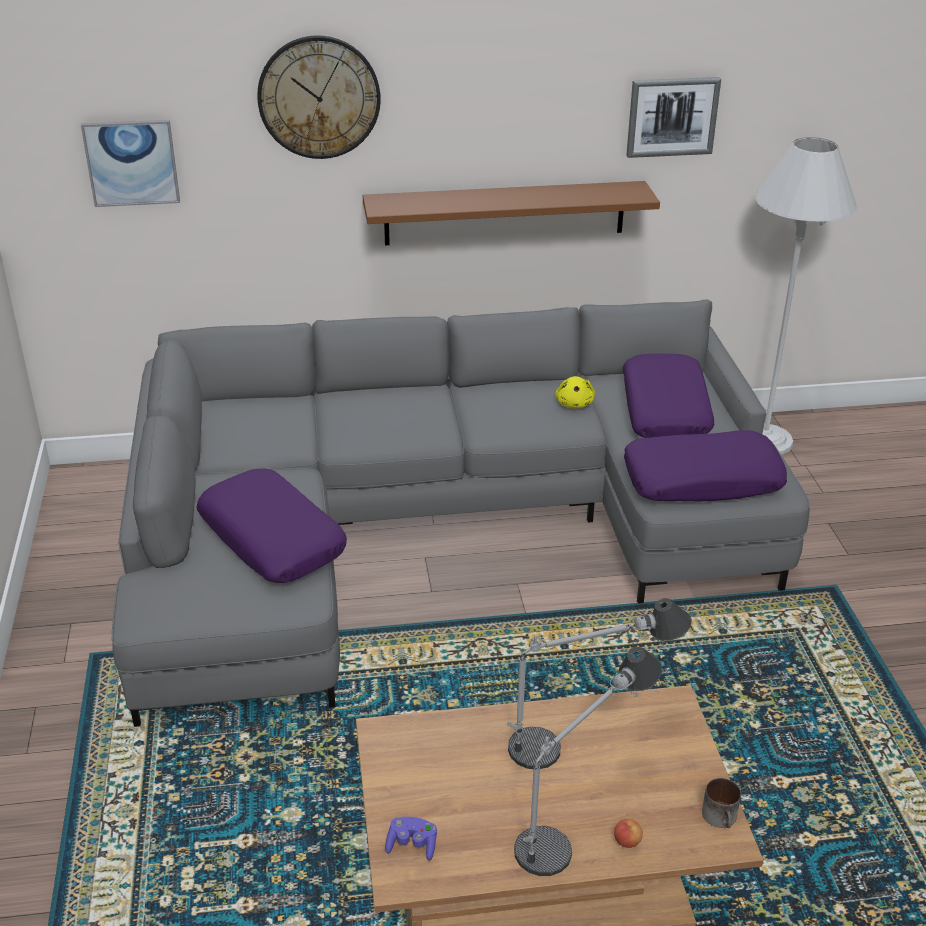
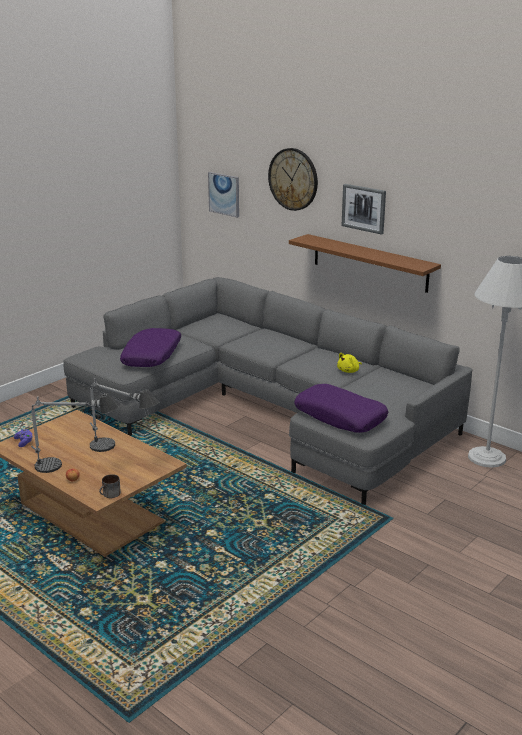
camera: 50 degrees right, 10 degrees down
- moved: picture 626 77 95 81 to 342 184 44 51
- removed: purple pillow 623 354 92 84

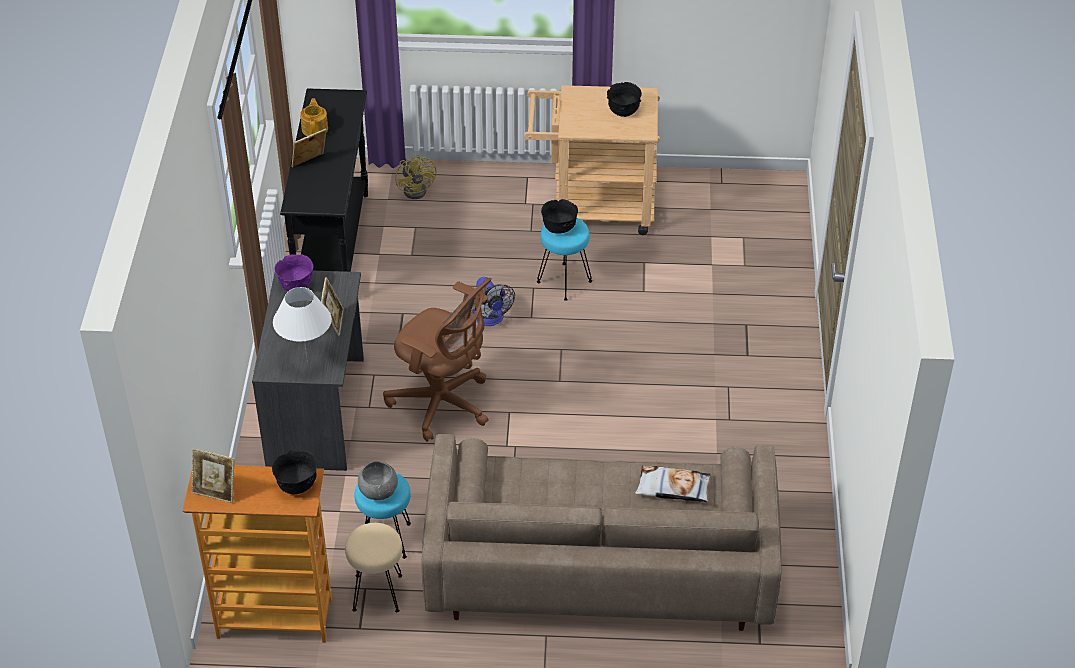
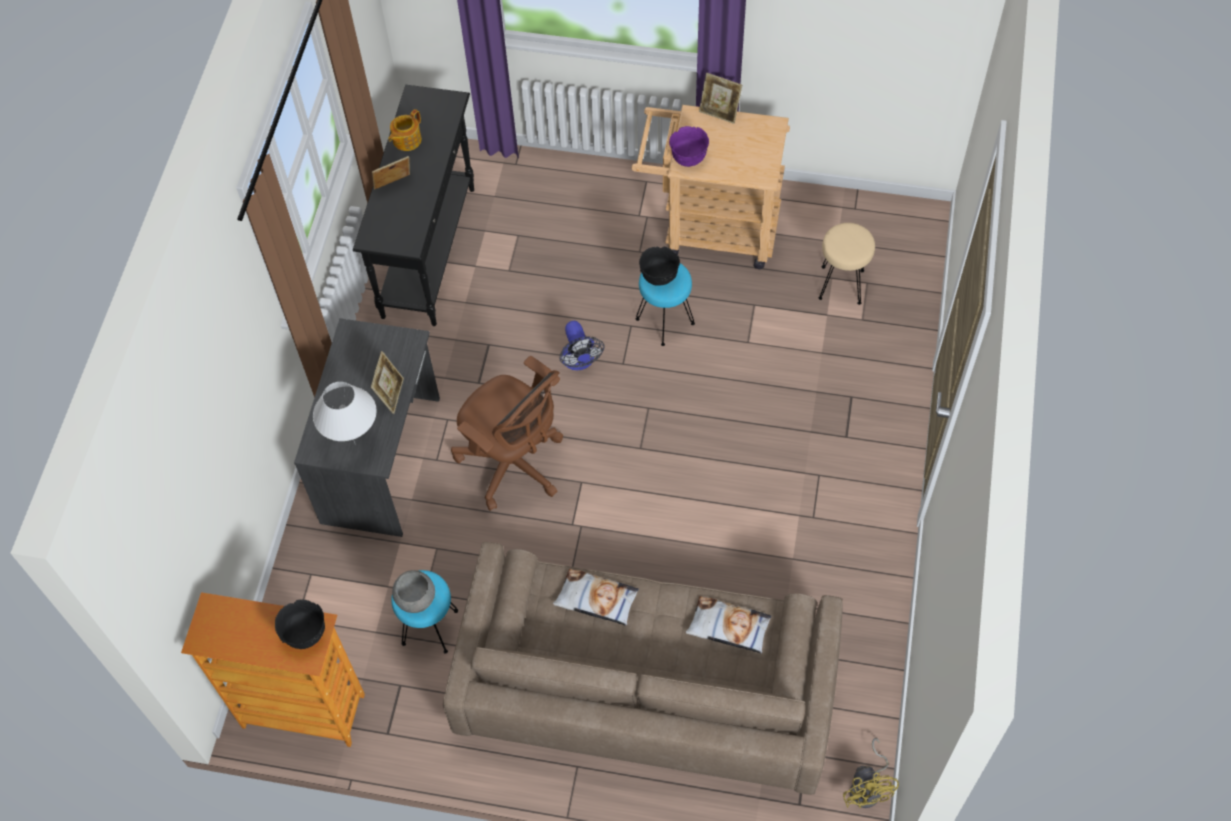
camera: 10 degrees right, 15 degrees up
- removed: black bowl 607 82 35 35
- turned: teapot 300 98 28 38 = 388 109 34 42 150 degrees counterclockwise
- moved: yellow fan 395 154 41 45 to 843 738 56 70
- moved: purple bowl 274 254 39 37 to 669 126 40 41
- moved: picture frame 192 448 42 55 to 699 73 43 51
- moved: beige stool 345 523 57 89 to 818 223 57 82
- added: pillow 553 569 86 57

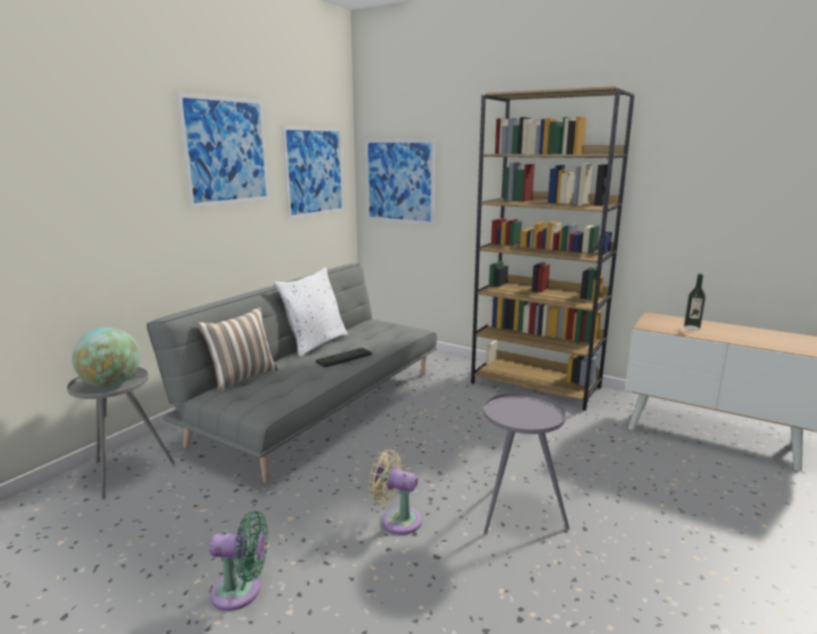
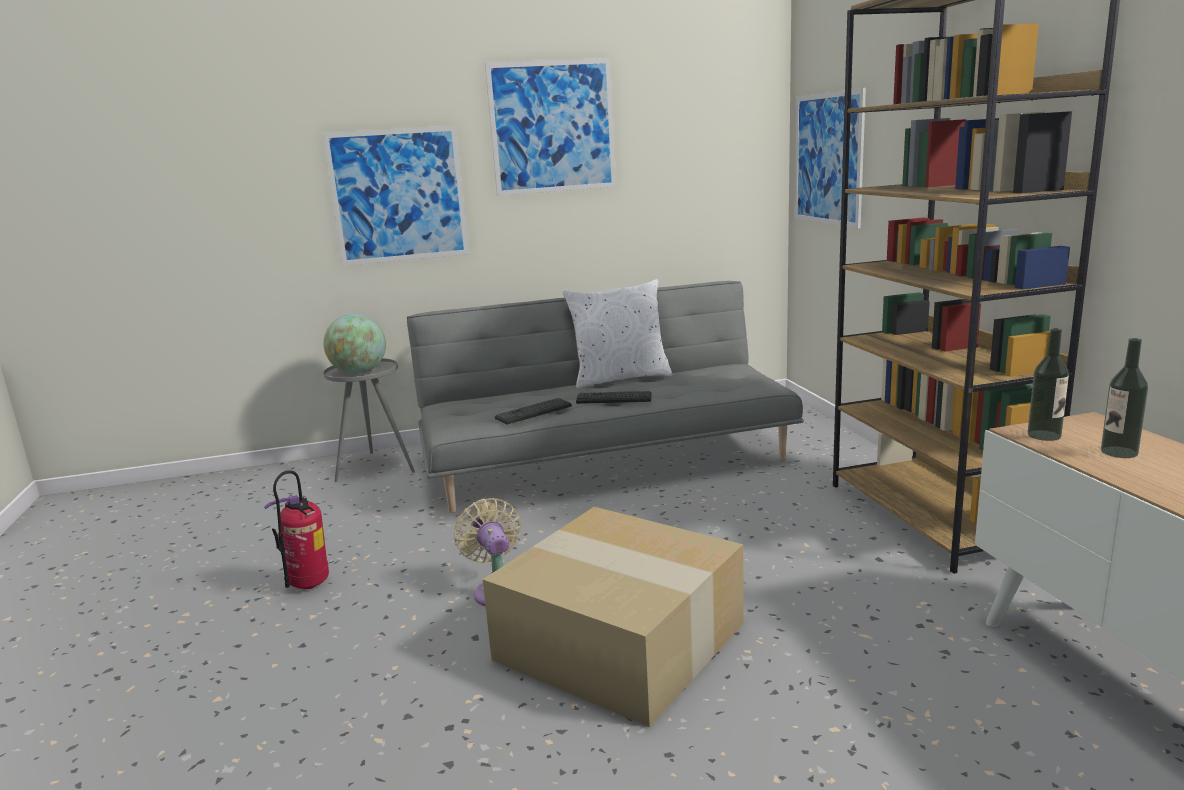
camera: 45 degrees right, 0 degrees up
- moved: picture 282 126 62 93 to 323 125 146 141
- removed: pillow 197 307 81 85
- replaced: grey side table 483 392 87 143 to cardboard box 483 507 261 220
- replaced: green fan 209 511 59 100 to fire extinguisher 264 470 65 119
- added: bottle 1027 328 42 113
- added: keyboard 495 398 77 26

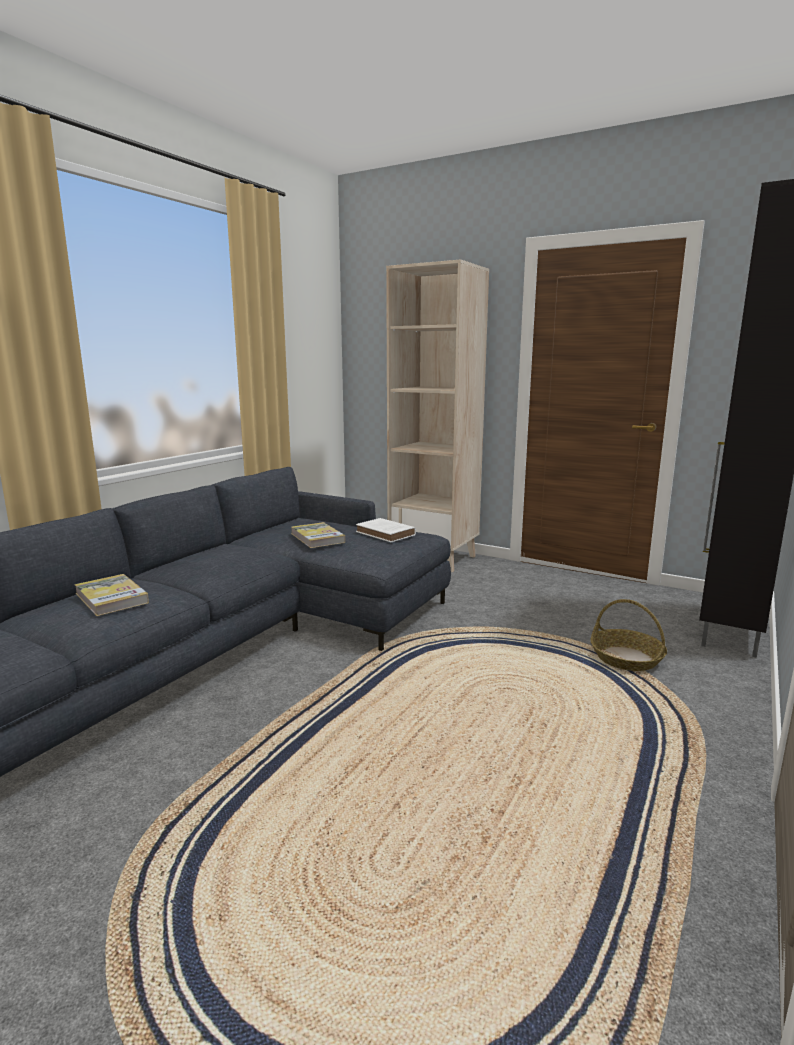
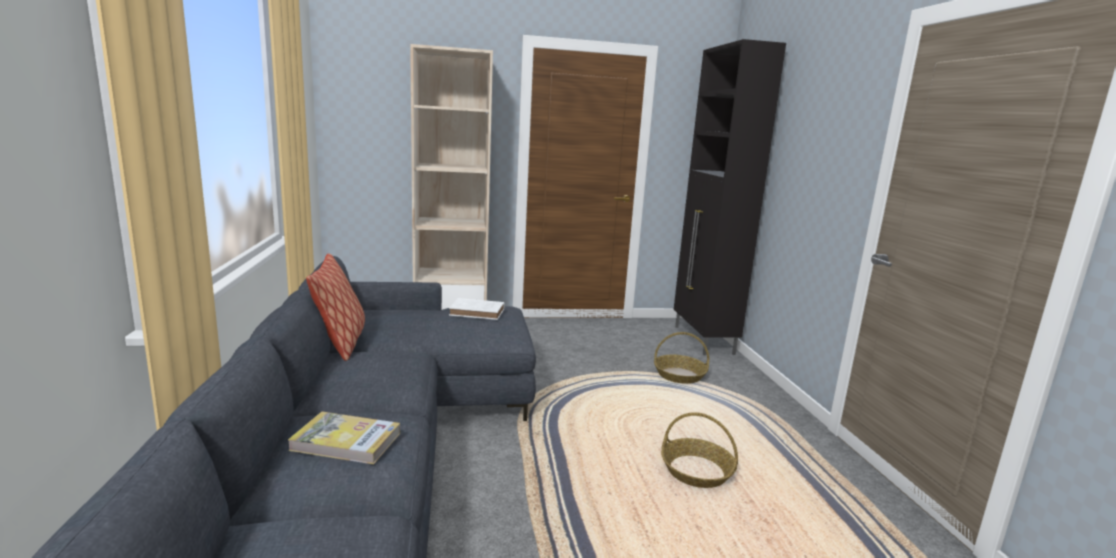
camera: 40 degrees left, 0 degrees up
- removed: book 291 522 54 26
- added: pillow 306 253 59 108
- added: basket 661 412 77 76

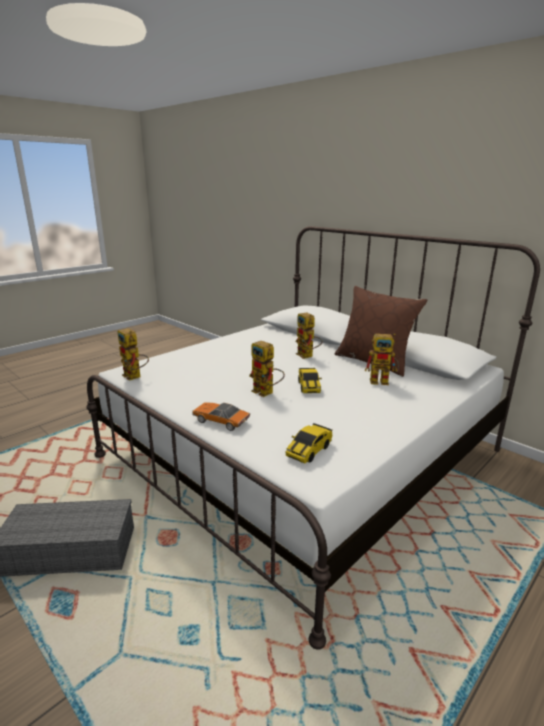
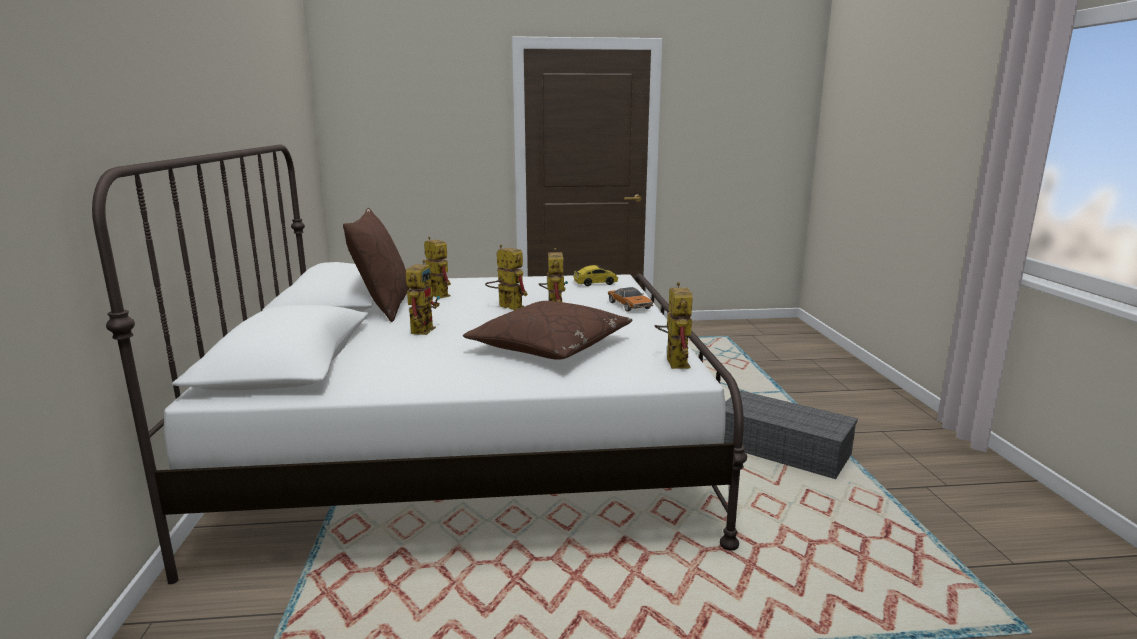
camera: 140 degrees left, 5 degrees down
- replaced: toy car 298 368 24 25 to toy robot 485 245 43 65
- added: brown pillow 463 301 170 59

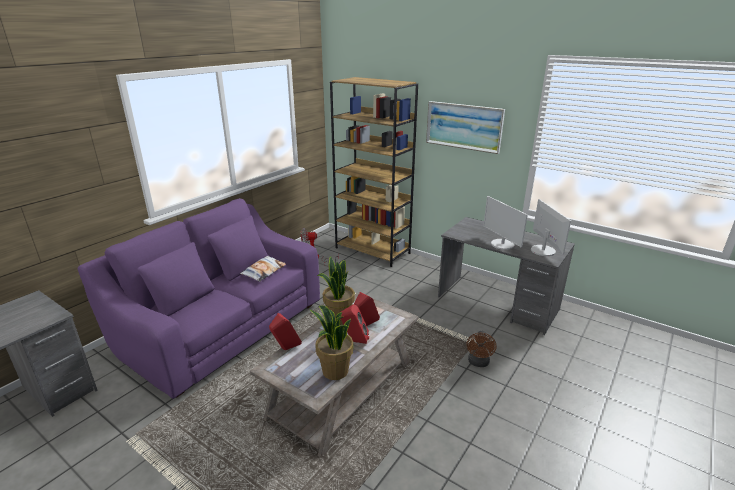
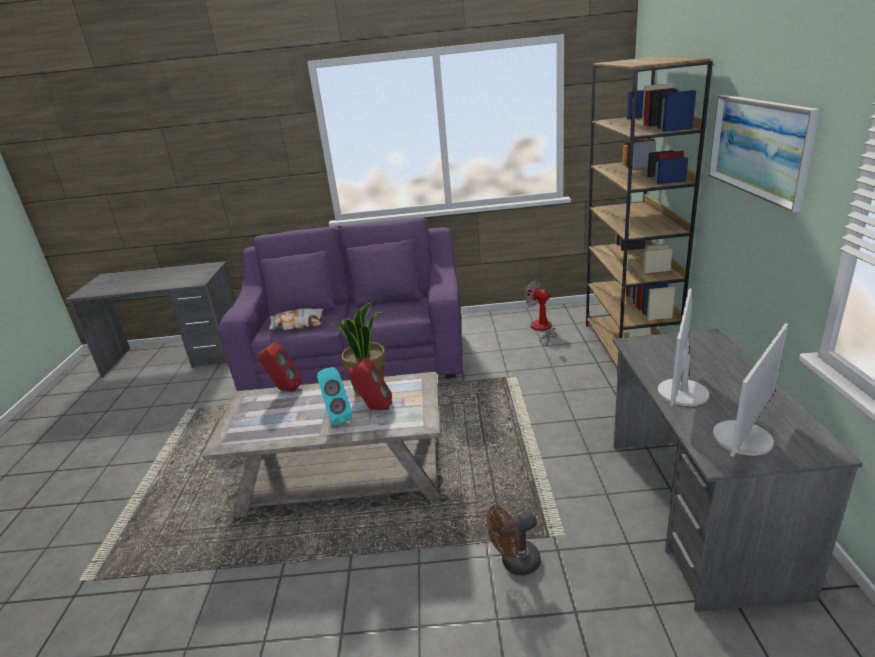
camera: 55 degrees right, 0 degrees up
- moved: pillow 240 256 46 26 to 268 308 56 24
- recoloured: red speaker 341 304 28 40 to turquoise speaker 317 367 35 59
- removed: potted plant 309 305 44 75

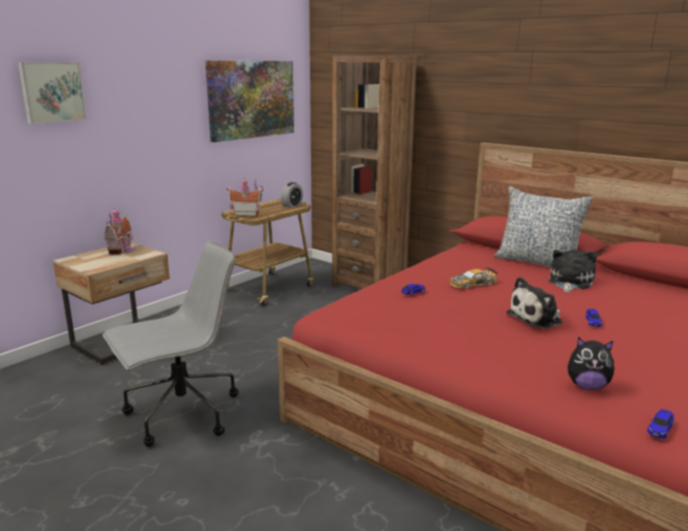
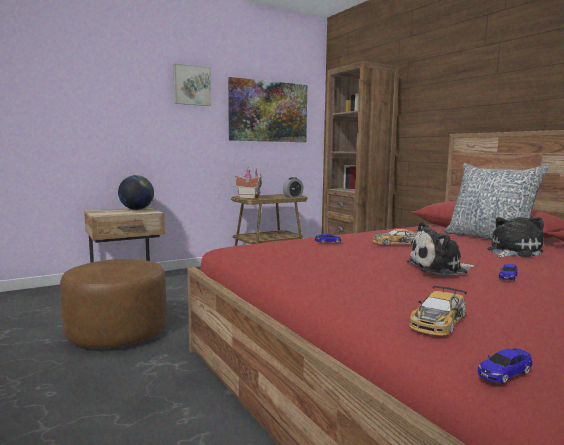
camera: 20 degrees right, 10 degrees down
- moved: picture 18 62 69 62 to 173 63 39 43
- replaced: toy house 104 208 30 46 to globe 118 175 36 35
- replaced: grey office chair 103 241 136 206 to brown ottoman 60 259 107 89
- replaced: plush toy 568 337 47 53 to toy car 409 285 58 51

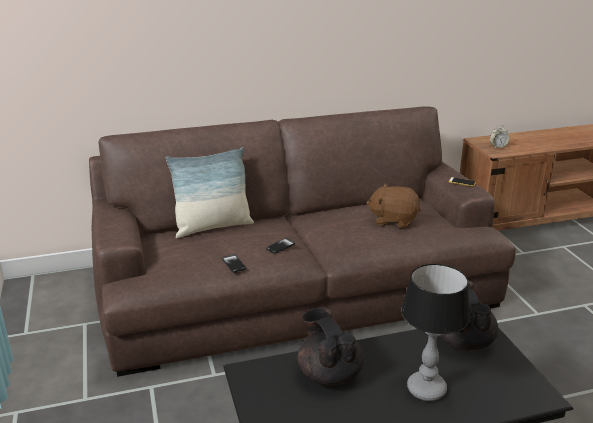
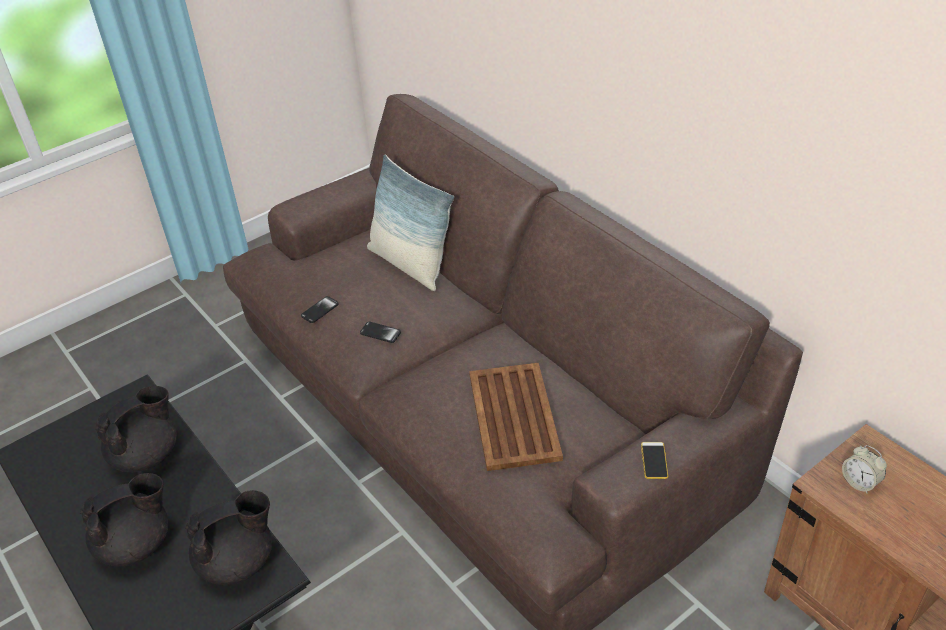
camera: 70 degrees right, 15 degrees up
- replaced: brown plush toy 367 184 54 44 to brown tray 469 362 94 109
- replaced: table lamp 401 264 69 137 to black teapot 80 473 88 93

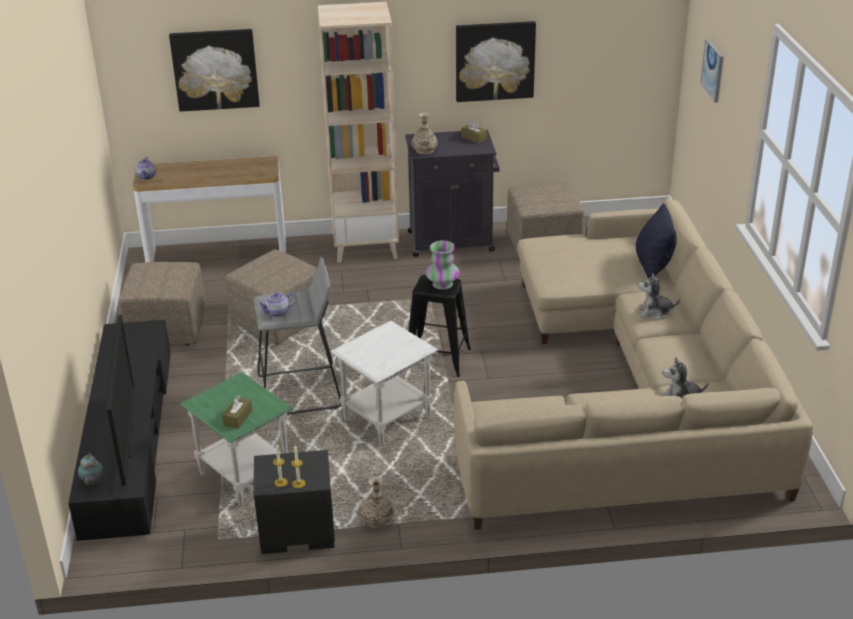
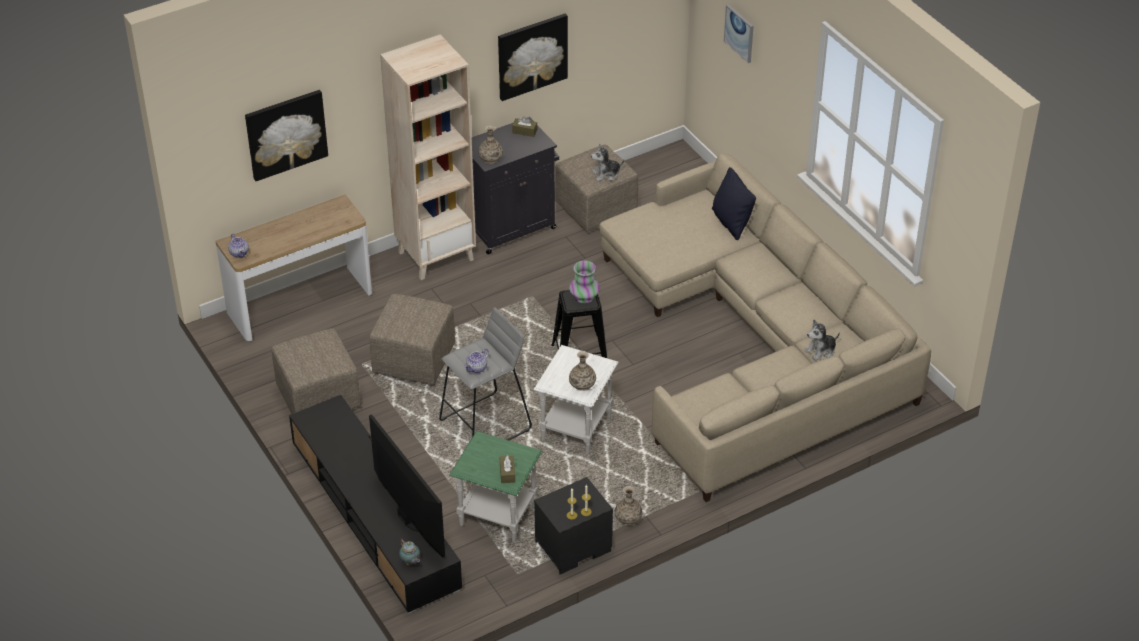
camera: 25 degrees left, 10 degrees up
- moved: plush toy 638 273 42 47 to 591 143 33 38
- added: vase 569 351 27 40

